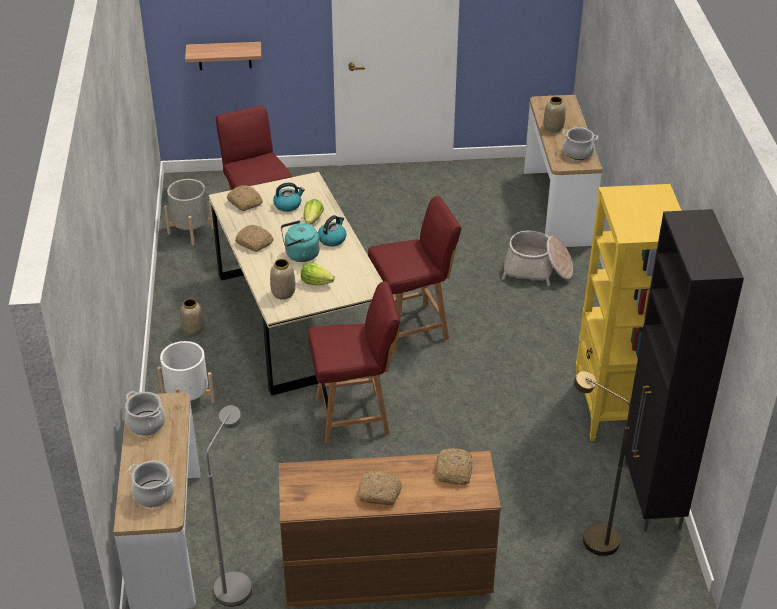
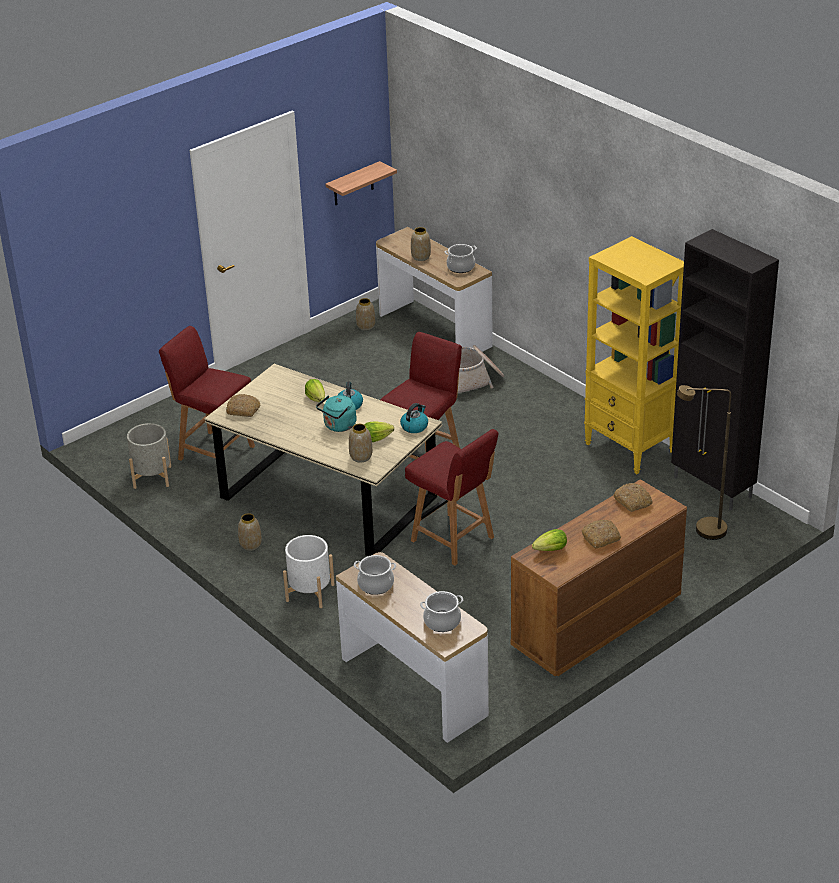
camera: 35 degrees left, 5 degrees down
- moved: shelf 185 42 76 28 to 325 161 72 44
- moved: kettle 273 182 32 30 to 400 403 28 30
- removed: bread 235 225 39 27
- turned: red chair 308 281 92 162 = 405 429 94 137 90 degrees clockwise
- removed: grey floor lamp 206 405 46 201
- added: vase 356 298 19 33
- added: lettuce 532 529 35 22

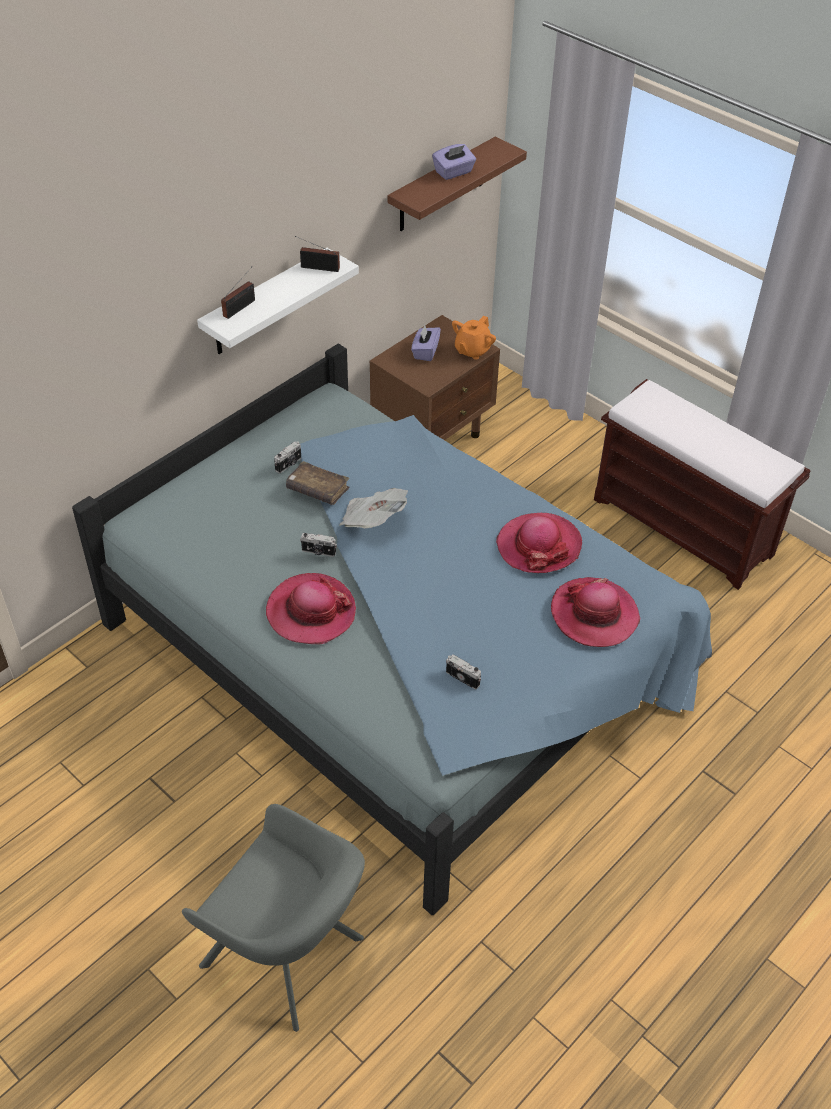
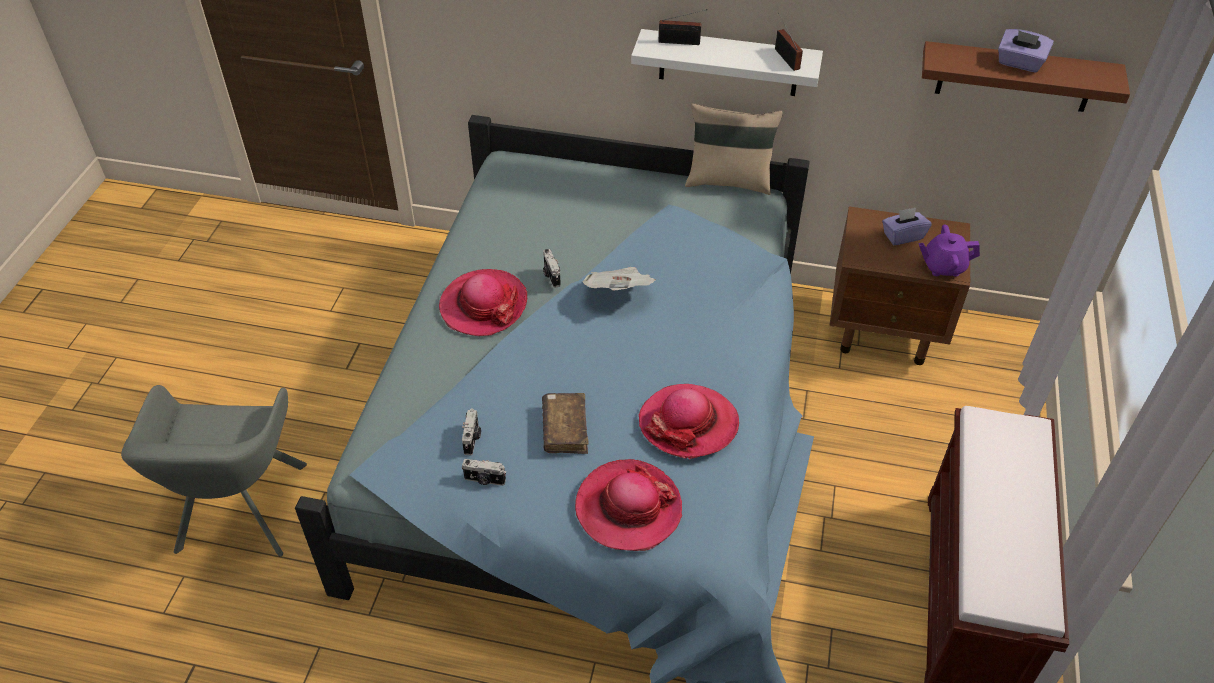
camera: 60 degrees right, 0 degrees up
- recoloured: orange teapot 452 316 44 44 to purple teapot 918 224 62 53
- moved: photo camera 274 441 27 32 to 462 459 44 27
- moved: brown book 286 461 64 44 to 542 393 47 61
- added: beige pillow 685 103 97 92

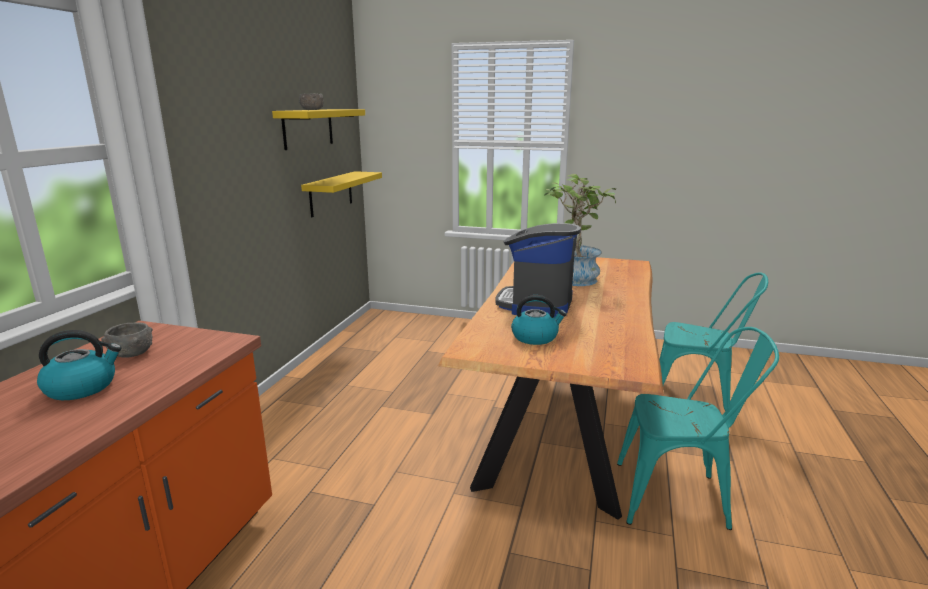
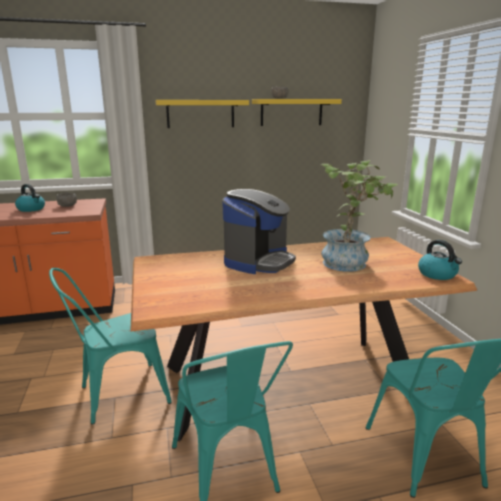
camera: 60 degrees right, 0 degrees up
- moved: yellow shelf 301 171 81 46 to 155 100 94 28
- turned: coffee machine 496 223 85 95 = 222 189 74 85 135 degrees clockwise
- moved: kettle 511 295 56 50 to 418 240 44 40
- added: turquoise chair 49 268 123 157

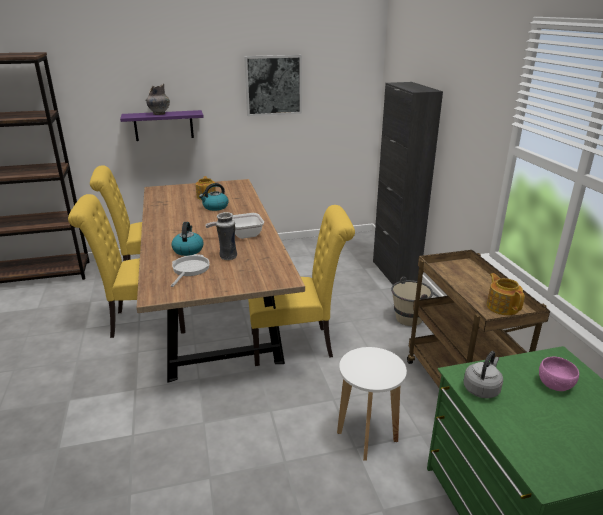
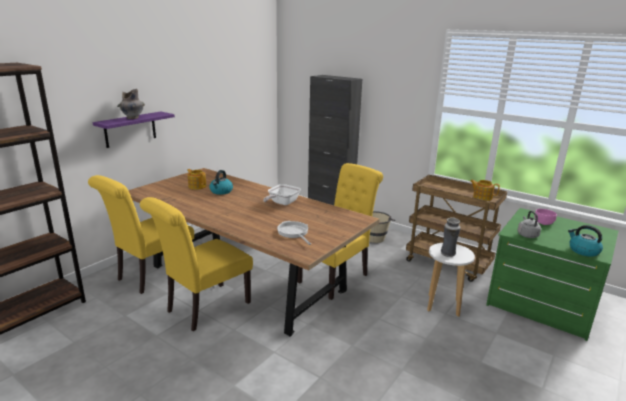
camera: 40 degrees left, 5 degrees down
- removed: picture 244 55 58 61
- moved: vase 216 212 21 48 to 441 217 20 40
- moved: kettle 171 222 32 34 to 568 225 35 32

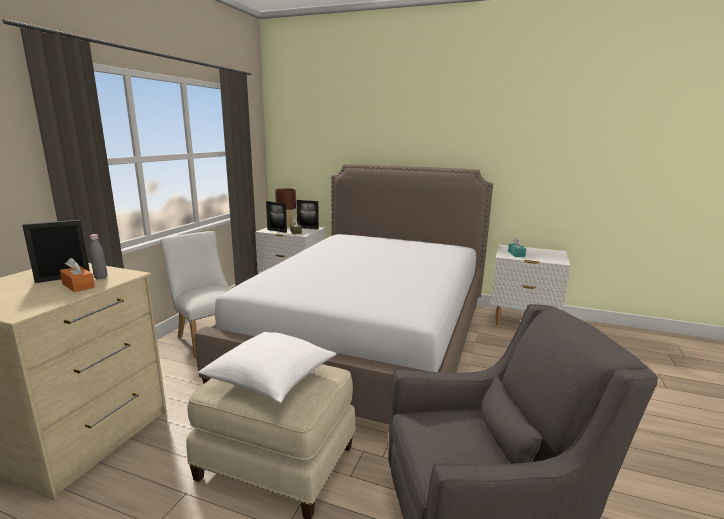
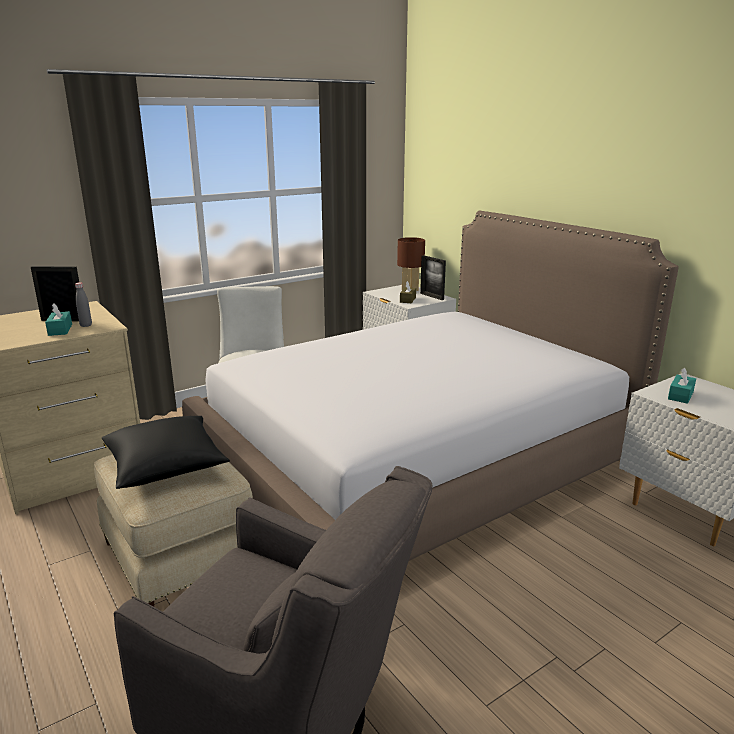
camera: 35 degrees right, 5 degrees up
- removed: picture frame 266 201 21 32
- recoloured: orange tissue box 60 258 35 34 to turquoise tissue box 45 303 27 33
- recoloured: white pillow 198 332 139 71 to black pillow 102 416 128 73

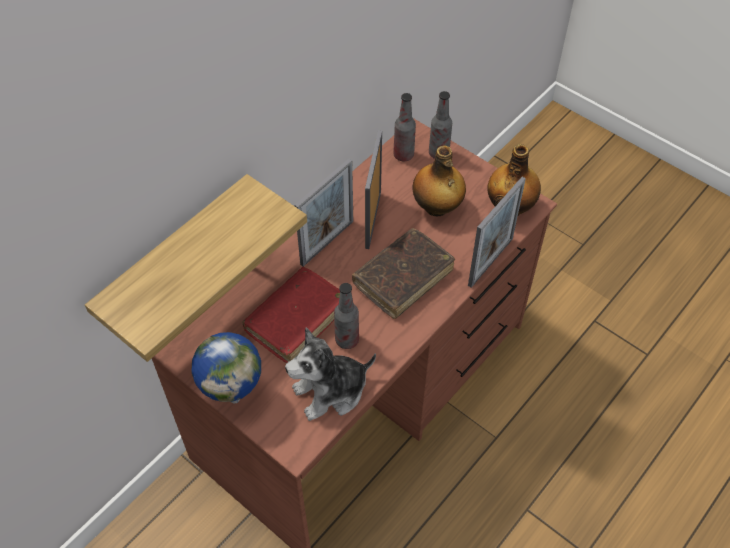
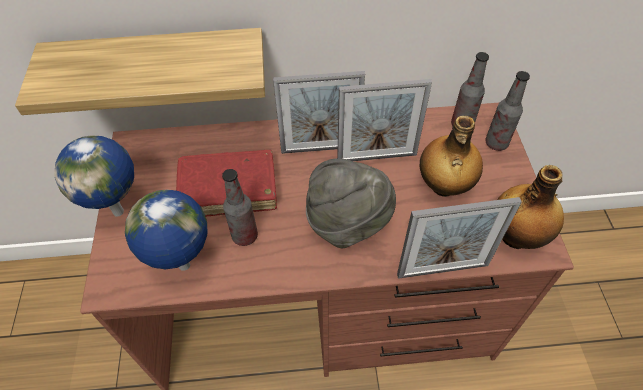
camera: 45 degrees right, 0 degrees up
- turned: picture frame 365 130 17 119 = 337 79 95 82 150 degrees counterclockwise
- replaced: brown book 352 228 103 91 to grey hat 306 159 90 90
- replaced: plush toy 285 328 91 93 to globe 125 189 82 82

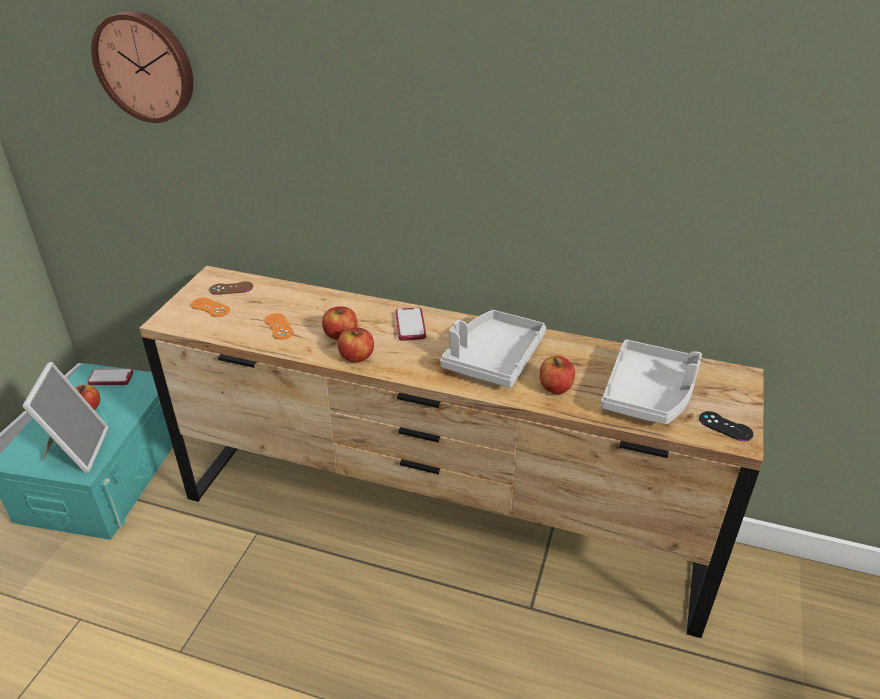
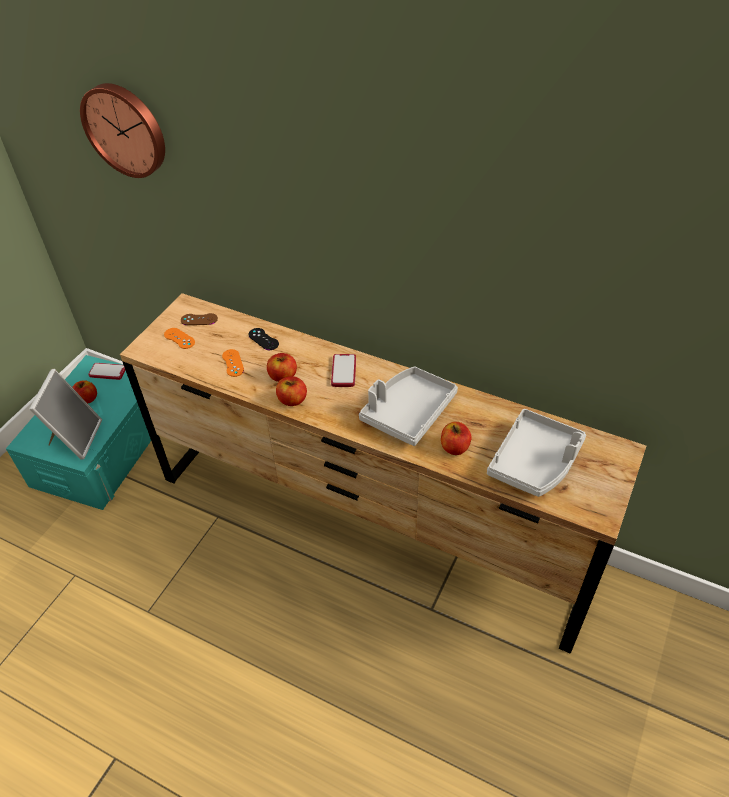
camera: 10 degrees right, 10 degrees up
- moved: black game controller 699 411 54 30 to 248 328 31 22

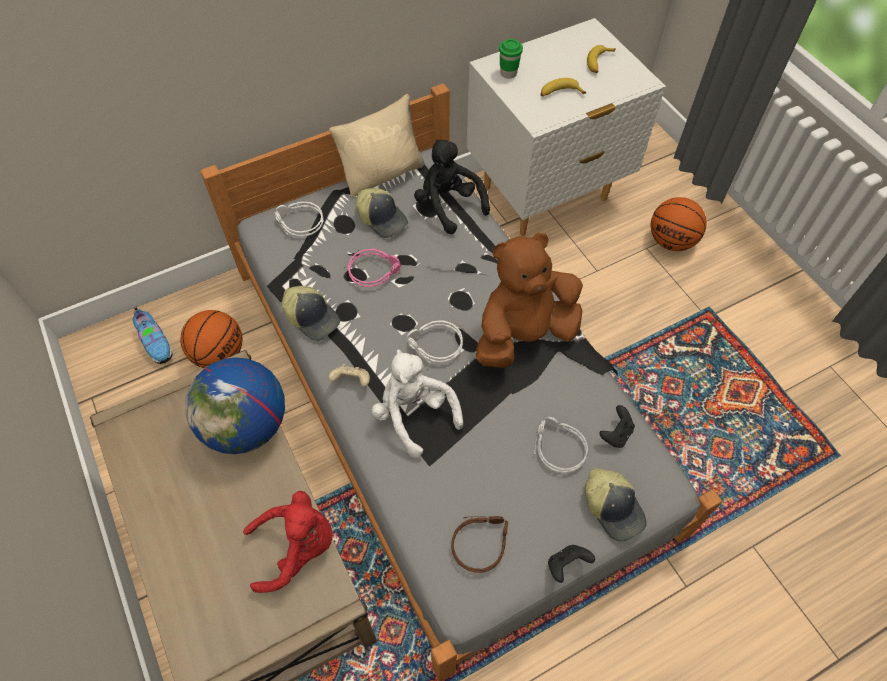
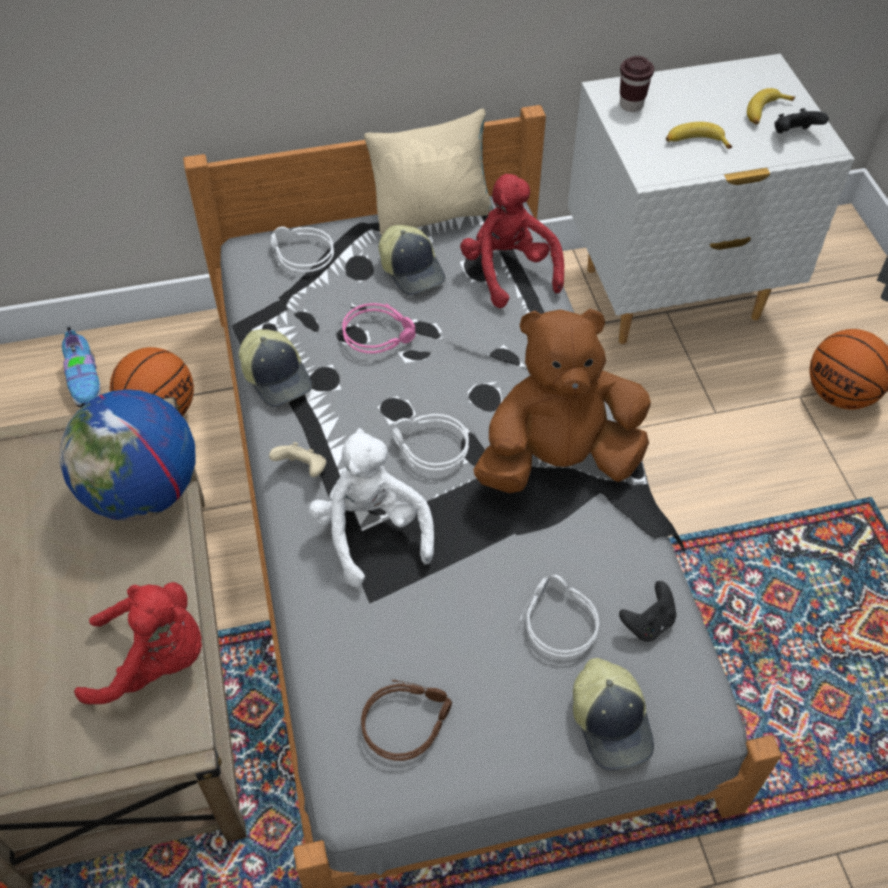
camera: 15 degrees right, 5 degrees down
- recoloured: green cup 499 39 24 40 to brown cup 620 56 34 56
- recoloured: black plush toy 414 139 76 96 to red plush toy 460 173 104 135
- moved: black game controller 548 545 47 38 to 774 108 55 25

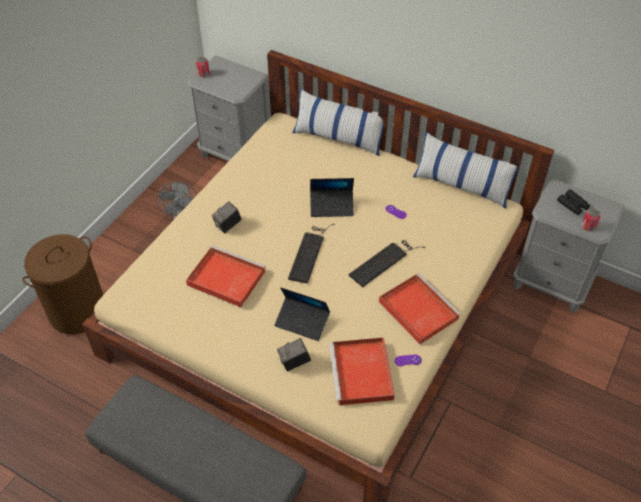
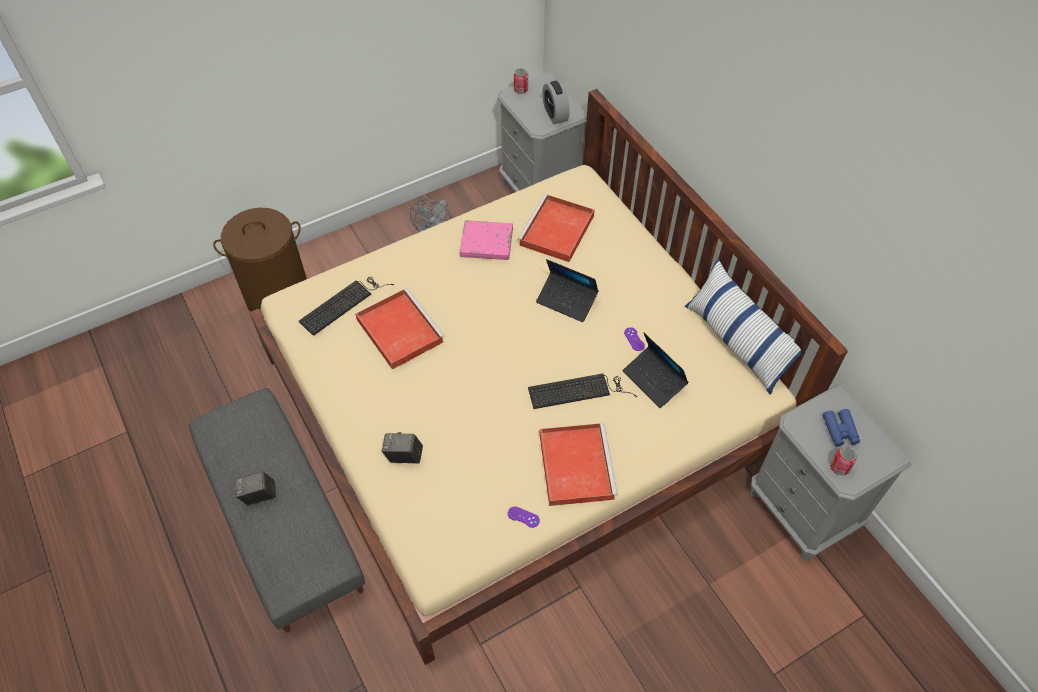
camera: 30 degrees right, 5 degrees up
- removed: pillow 292 89 97 67
- recoloured: black binoculars 557 189 33 26 to blue binoculars 823 409 37 38
- moved: photo camera 212 201 30 32 to 235 471 41 34
- moved: keyboard 288 224 47 60 to 299 277 95 59
- moved: laptop 274 287 56 54 to 623 333 66 75
- moved: red tray 329 337 66 68 to 517 194 78 68
- added: alarm clock 543 81 26 43
- added: pink book 460 220 53 40

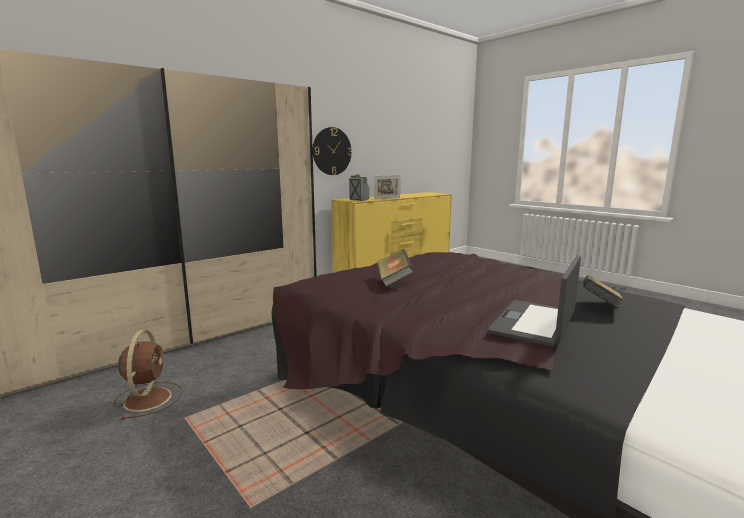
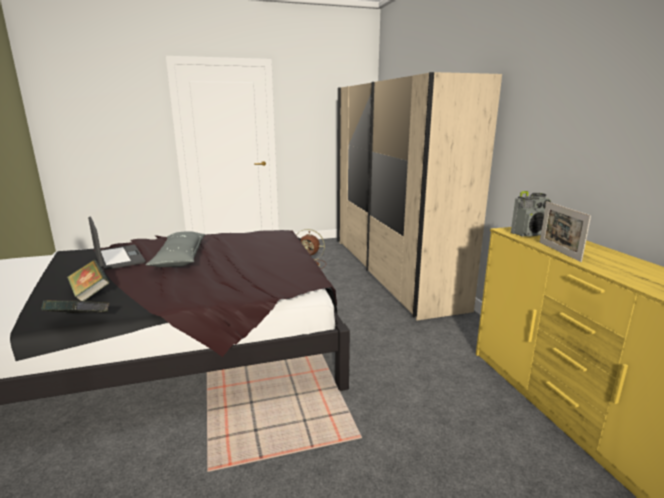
camera: 115 degrees right, 5 degrees up
- removed: wall clock 313 127 39 48
- moved: book 378 249 36 38 to 41 300 68 13
- added: grey pillow 146 231 59 36

